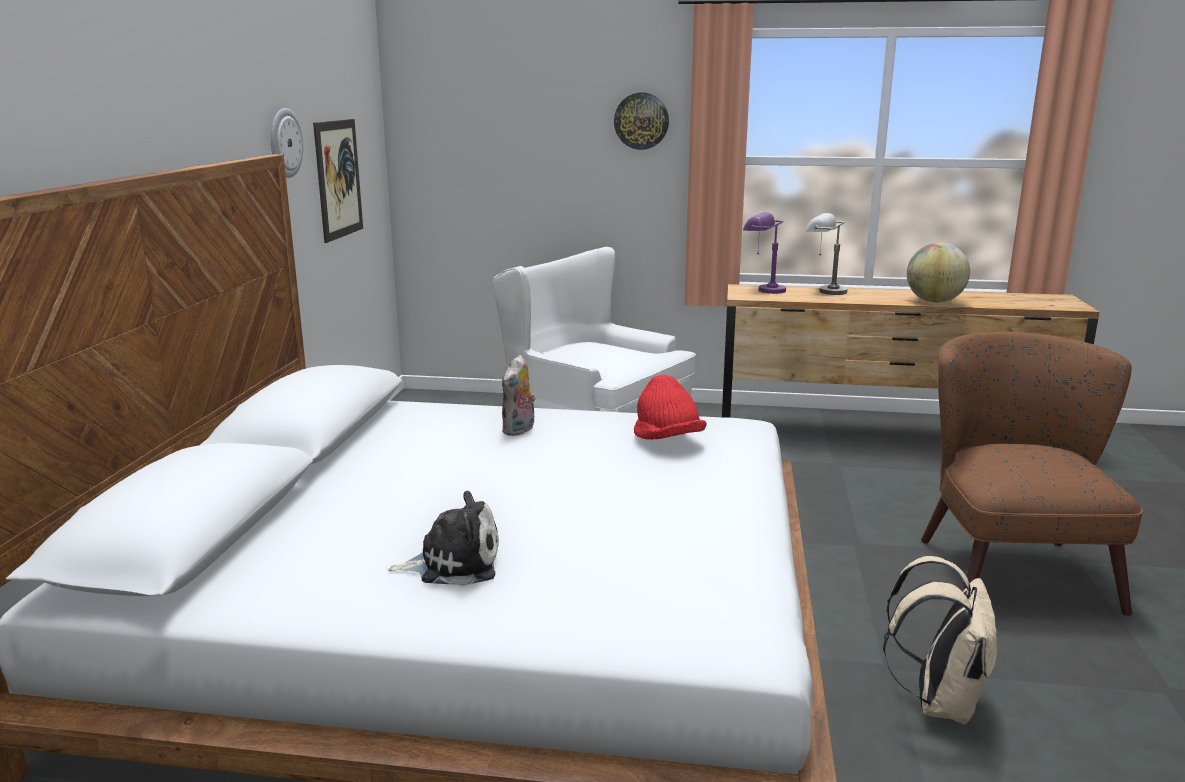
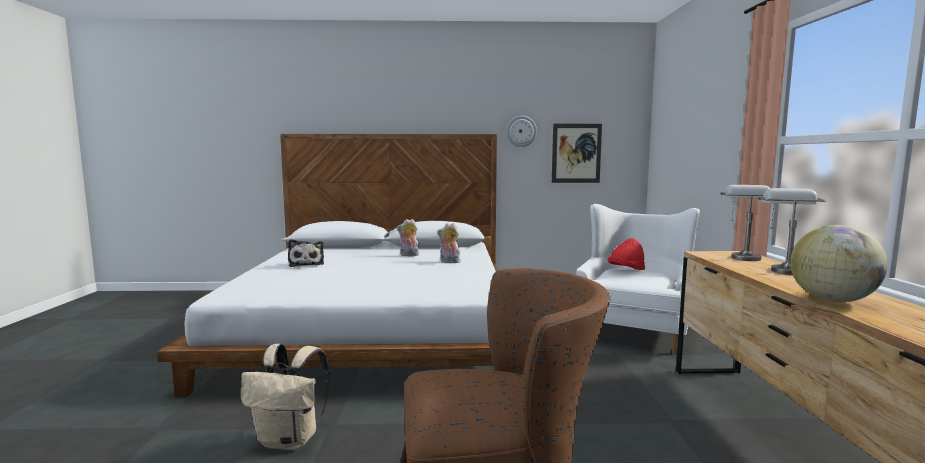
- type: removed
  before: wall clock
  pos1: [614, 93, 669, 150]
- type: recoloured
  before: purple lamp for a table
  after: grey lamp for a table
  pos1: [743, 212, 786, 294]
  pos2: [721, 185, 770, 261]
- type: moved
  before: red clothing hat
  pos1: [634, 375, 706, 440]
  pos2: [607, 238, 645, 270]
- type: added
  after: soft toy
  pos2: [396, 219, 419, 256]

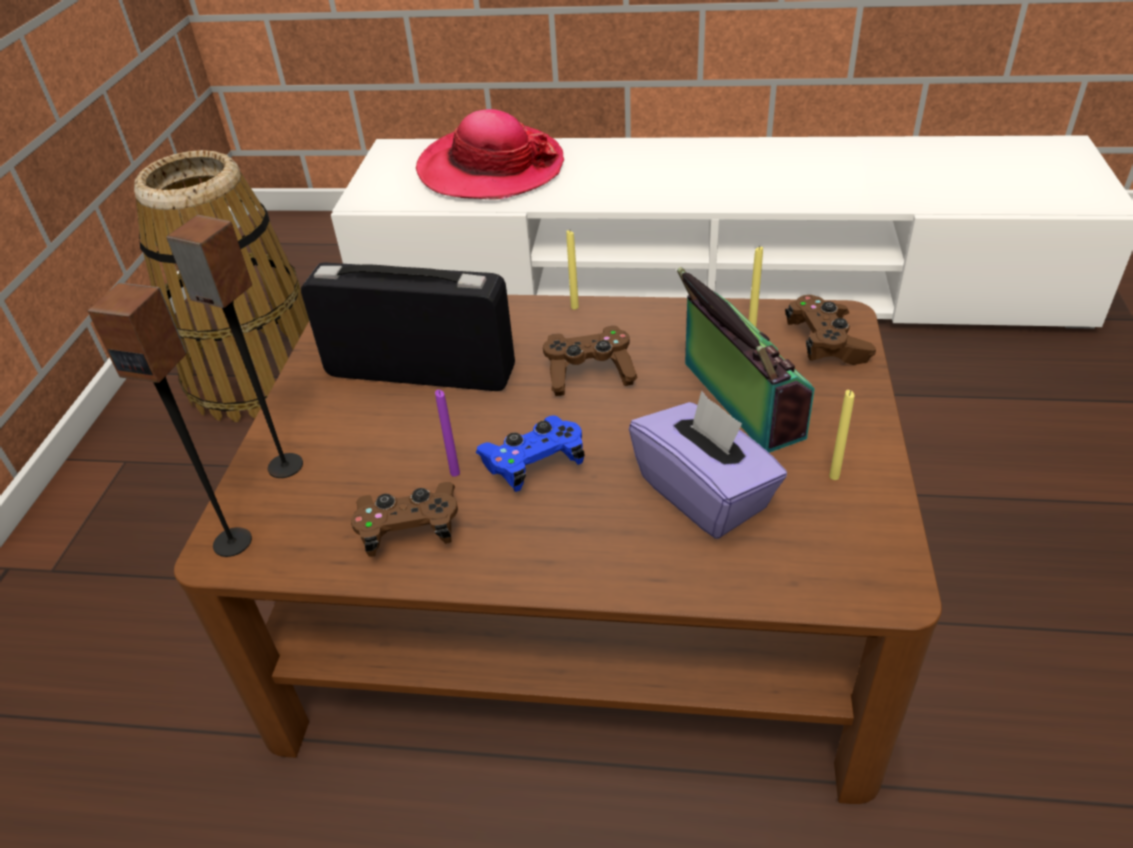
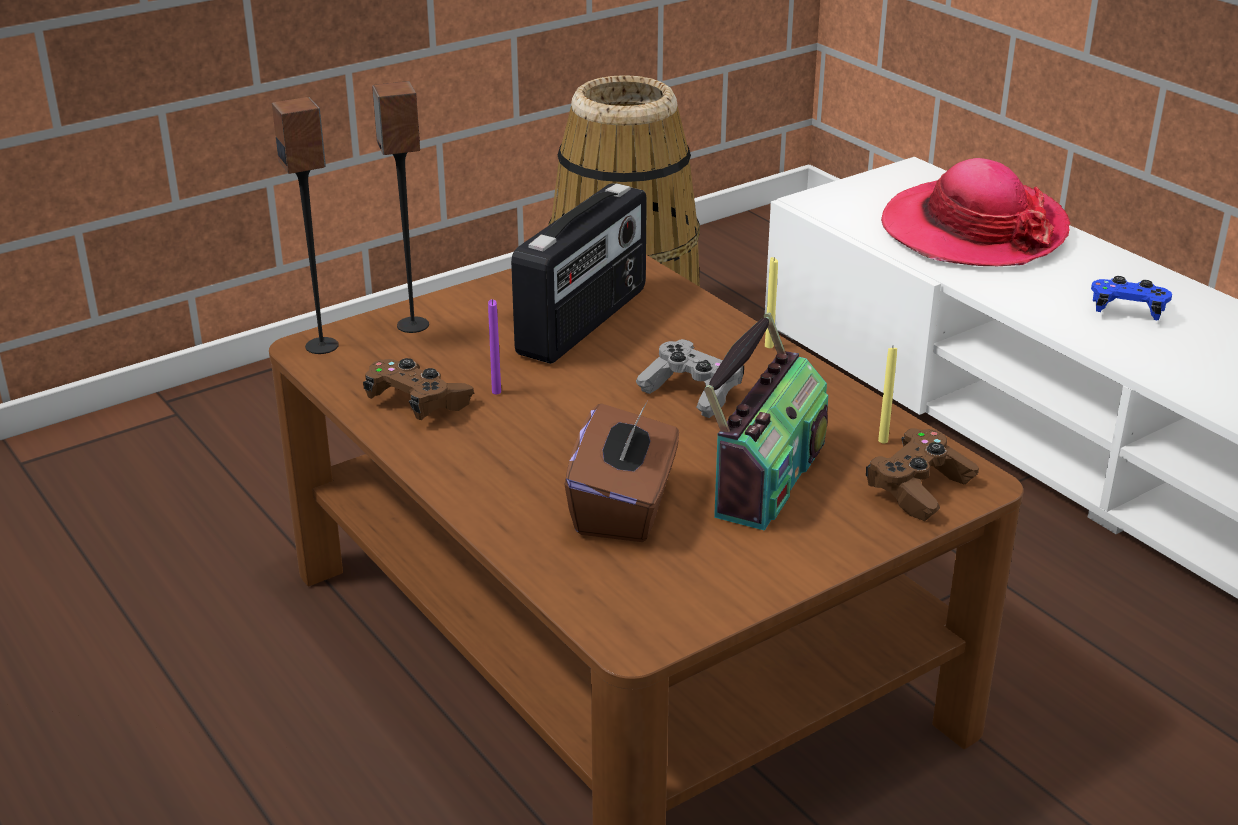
- type: turned
  before: radio set
  pos1: [301, 262, 515, 391]
  pos2: [511, 183, 647, 364]
  turn: 60
- type: recoloured
  before: brownish game controller
  after: grey game controller
  pos1: [543, 326, 638, 396]
  pos2: [636, 339, 744, 418]
- type: removed
  before: yellow wax light
  pos1: [829, 390, 855, 480]
- type: recoloured
  before: purple box of tissues
  after: brownish box of tissues
  pos1: [629, 391, 787, 539]
  pos2: [564, 401, 679, 542]
- type: moved
  before: bluish game controller
  pos1: [476, 415, 585, 492]
  pos2: [1091, 276, 1172, 320]

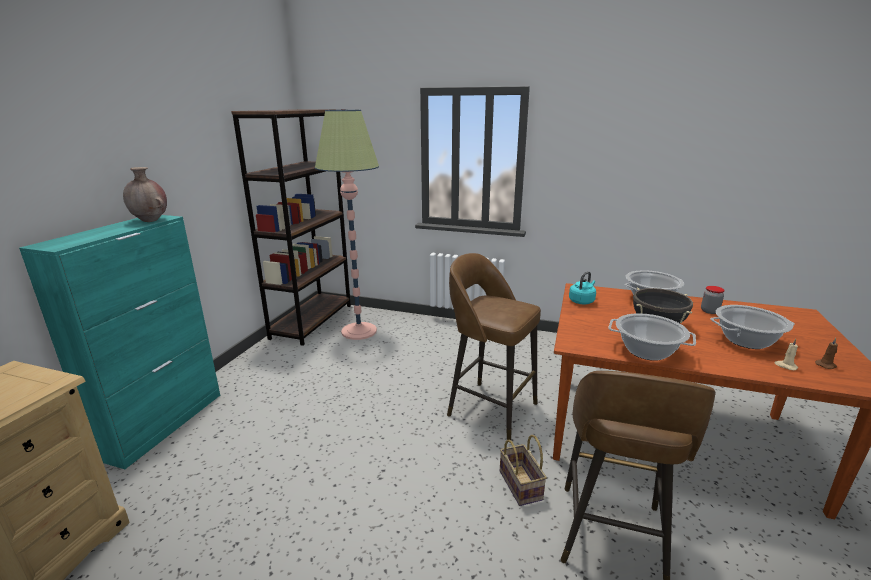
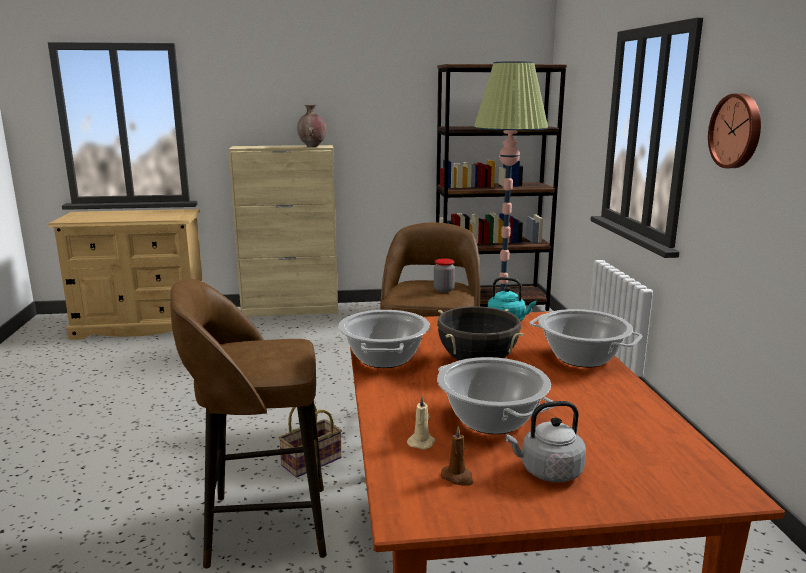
- type: recoloured
  before: blue-green cabinet
  after: beige cabinet
  pos1: [19, 215, 220, 469]
  pos2: [228, 145, 338, 317]
- type: moved
  before: preserve jar
  pos1: [701, 286, 725, 314]
  pos2: [434, 259, 455, 292]
- type: added
  after: wall clock
  pos2: [708, 94, 761, 168]
- type: added
  after: grey tea kettle
  pos2: [505, 401, 586, 482]

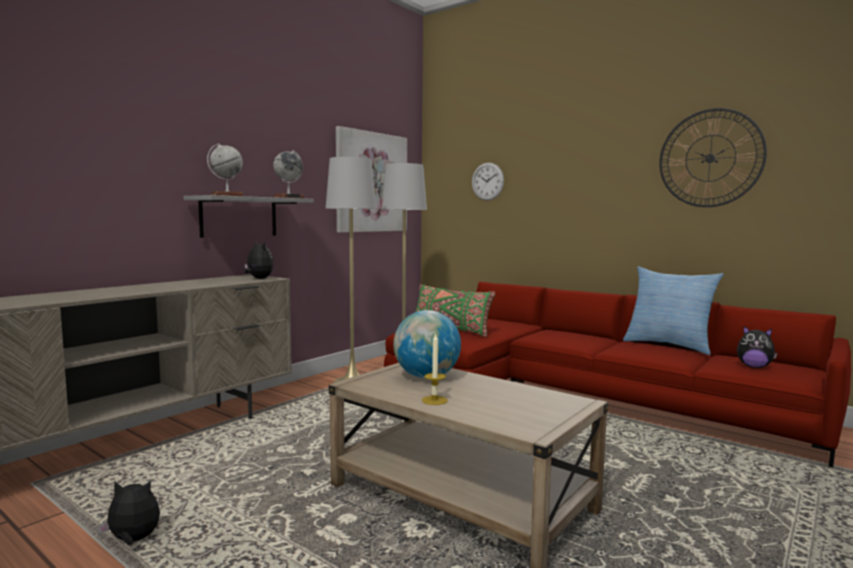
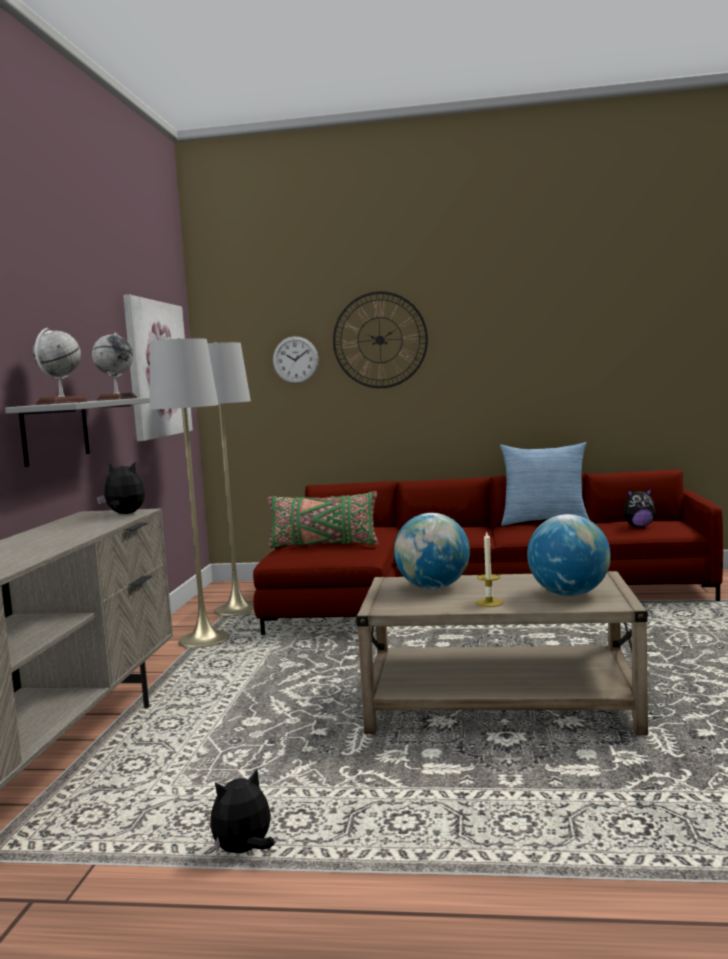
- type: moved
  before: wall clock
  pos1: [659, 108, 767, 207]
  pos2: [333, 291, 428, 388]
- type: added
  after: globe
  pos2: [527, 514, 611, 596]

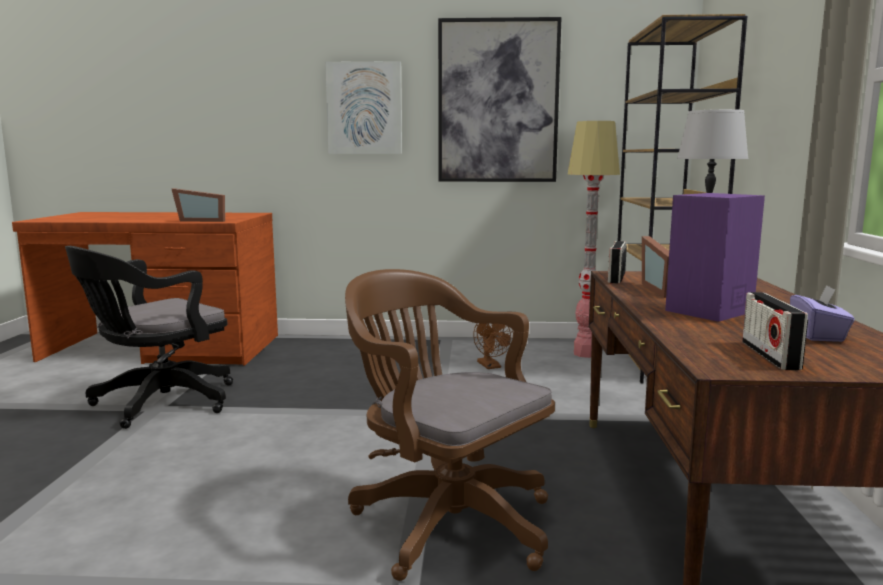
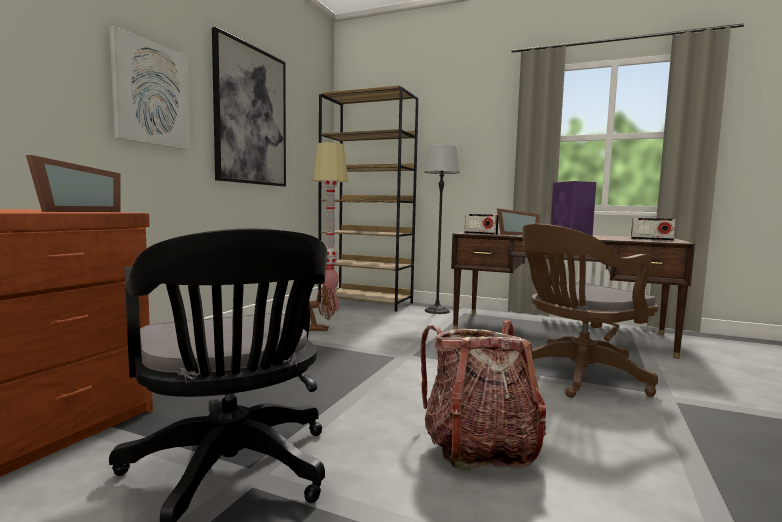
- type: removed
  before: purple box of tissues
  pos1: [790, 285, 855, 342]
- type: added
  after: backpack
  pos2: [421, 320, 546, 471]

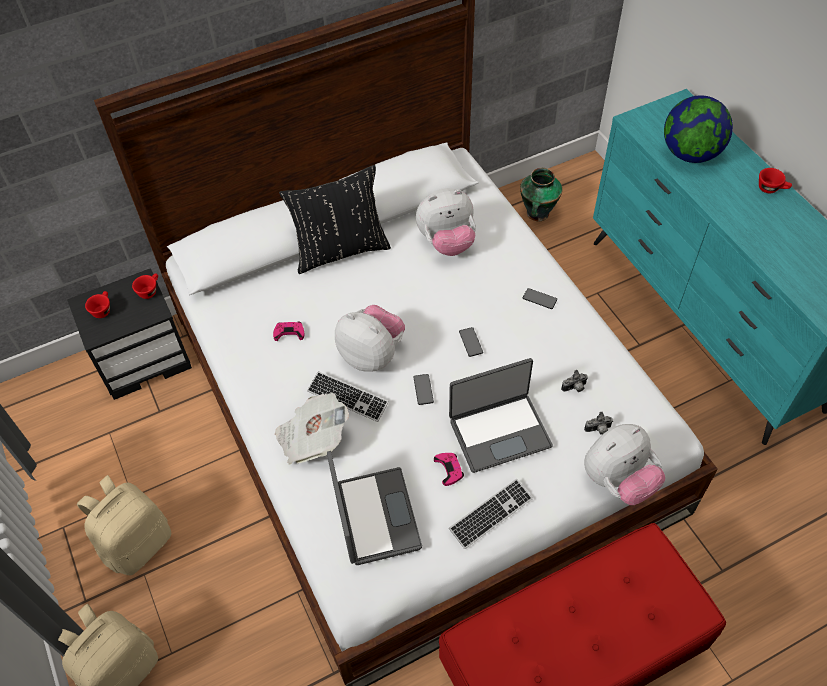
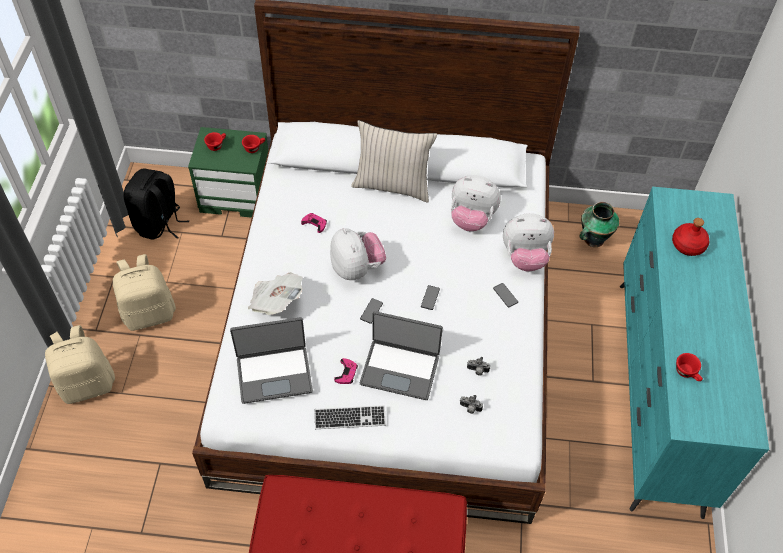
- type: replaced
  before: globe
  after: red beverage bottle
  pos1: [664, 95, 733, 163]
  pos2: [672, 218, 709, 256]
- type: recoloured
  before: black-coloured pillow
  after: beige pillow
  pos1: [279, 165, 391, 274]
  pos2: [351, 120, 437, 202]
- type: moved
  before: red drinking cup
  pos1: [759, 168, 792, 193]
  pos2: [676, 353, 703, 381]
- type: recoloured
  before: black-coloured nightstand
  after: green nightstand
  pos1: [67, 268, 192, 400]
  pos2: [188, 127, 268, 218]
- type: removed
  before: keyboard
  pos1: [307, 371, 389, 422]
- type: moved
  before: soft toy
  pos1: [584, 424, 666, 505]
  pos2: [503, 213, 554, 272]
- type: turned
  before: portable computer
  pos1: [327, 451, 422, 565]
  pos2: [230, 317, 313, 404]
  turn: 60
- type: added
  after: black-coloured backpack
  pos2: [123, 168, 189, 239]

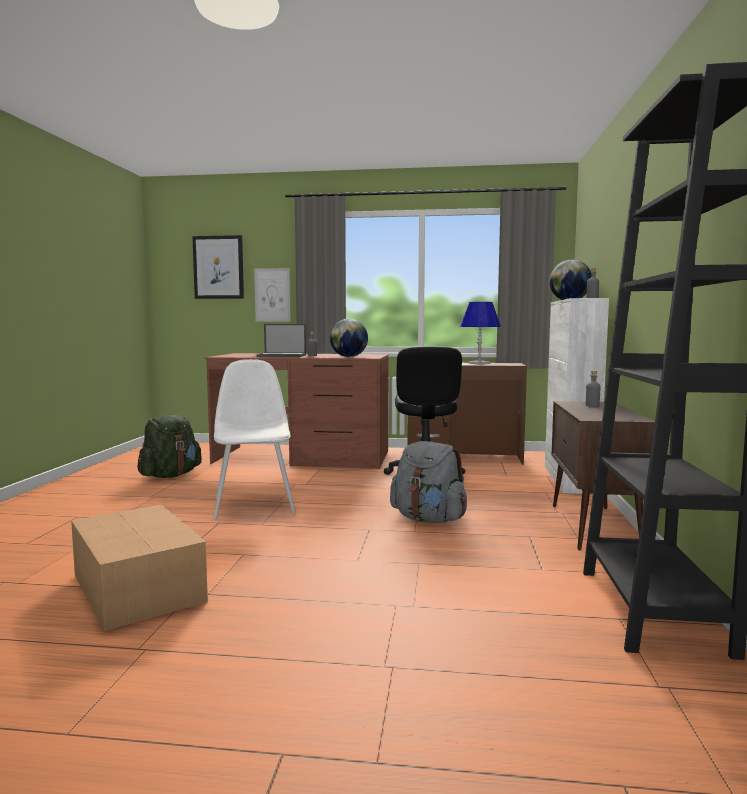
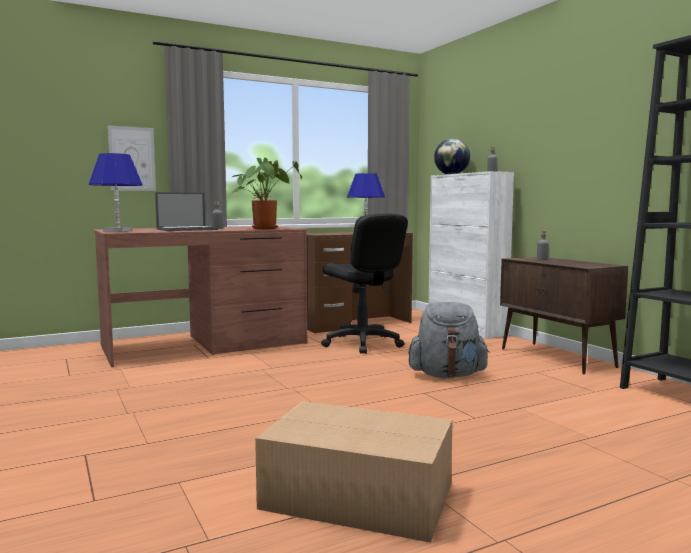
- type: removed
  before: wall picture
  pos1: [192, 235, 244, 299]
- type: replaced
  before: globe
  after: plant in a pot
  pos1: [330, 319, 368, 357]
  pos2: [231, 158, 302, 229]
- type: removed
  before: white-coloured chair
  pos1: [213, 359, 296, 519]
- type: removed
  before: green backpack
  pos1: [137, 415, 202, 478]
- type: added
  after: bluish lamp for a table
  pos2: [89, 153, 143, 232]

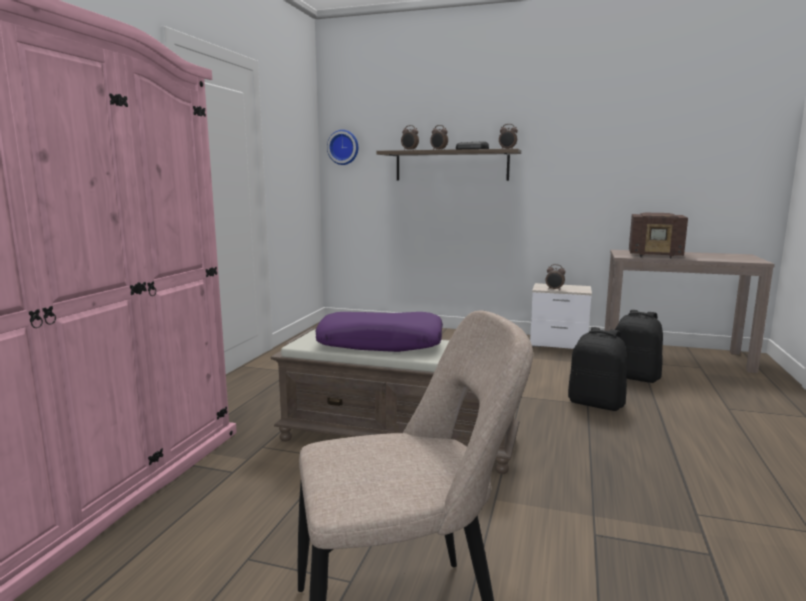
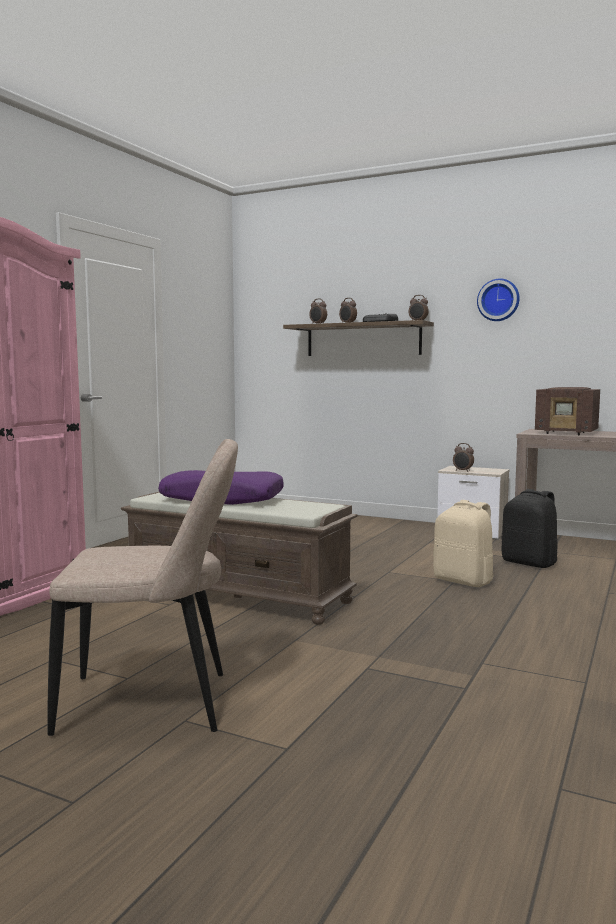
- type: moved
  before: wall clock
  pos1: [327, 130, 358, 165]
  pos2: [477, 278, 520, 321]
- type: recoloured
  before: black-coloured backpack
  after: beige backpack
  pos1: [568, 327, 627, 411]
  pos2: [433, 500, 494, 587]

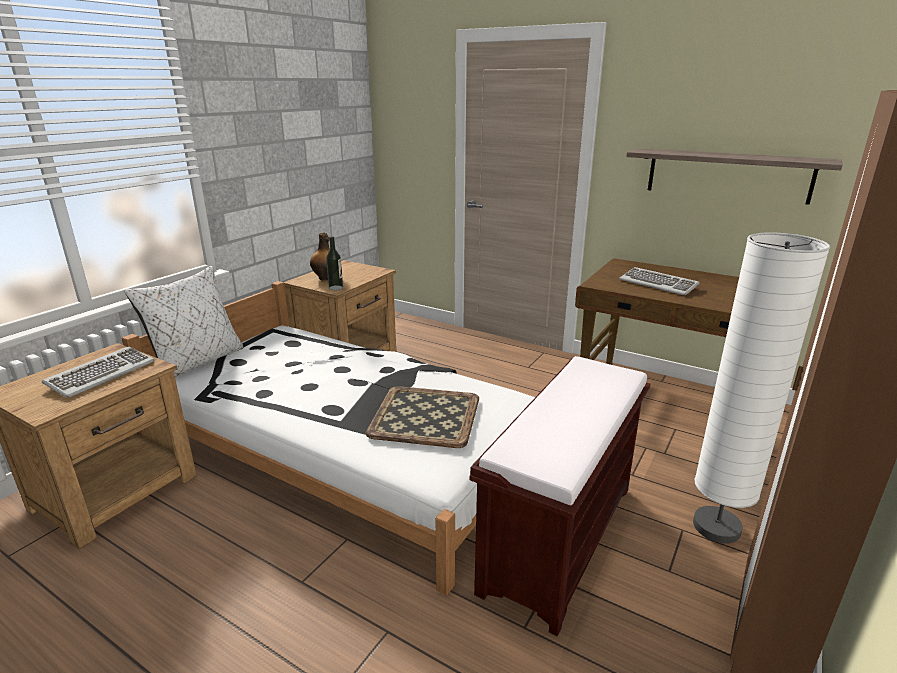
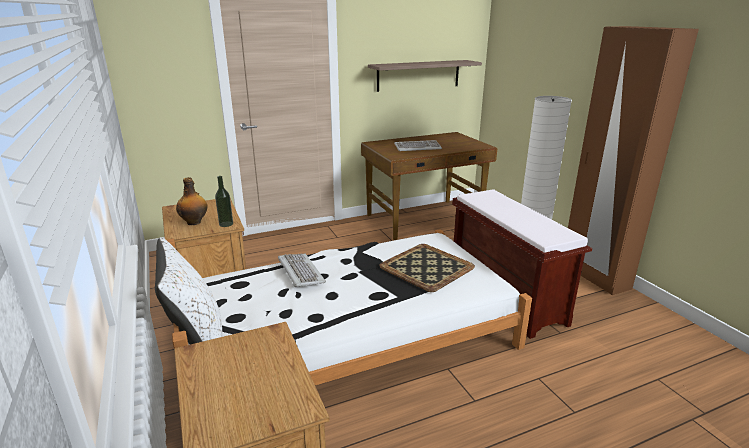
- type: moved
  before: keyboard
  pos1: [42, 346, 155, 398]
  pos2: [278, 253, 326, 287]

